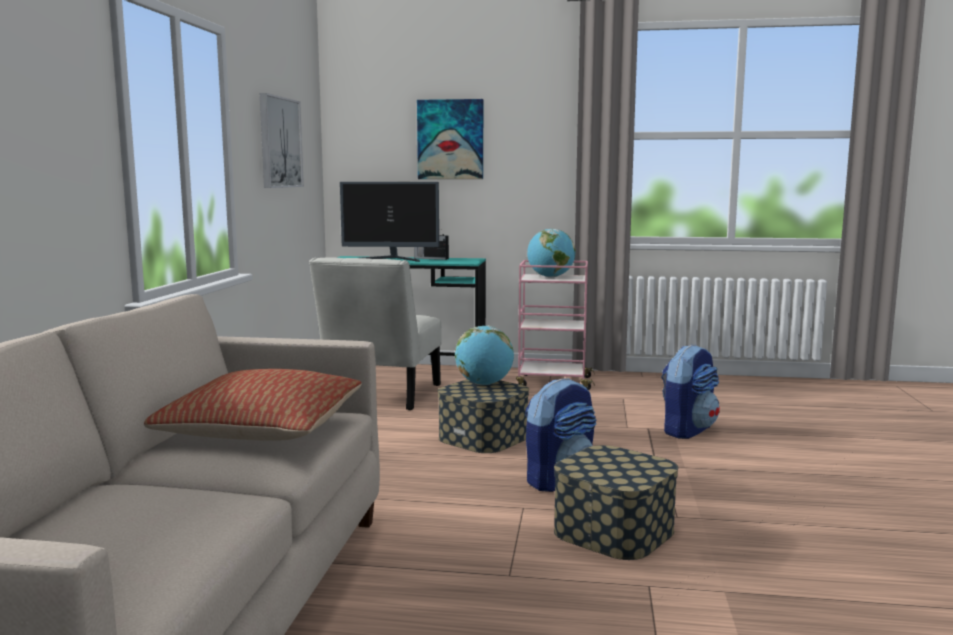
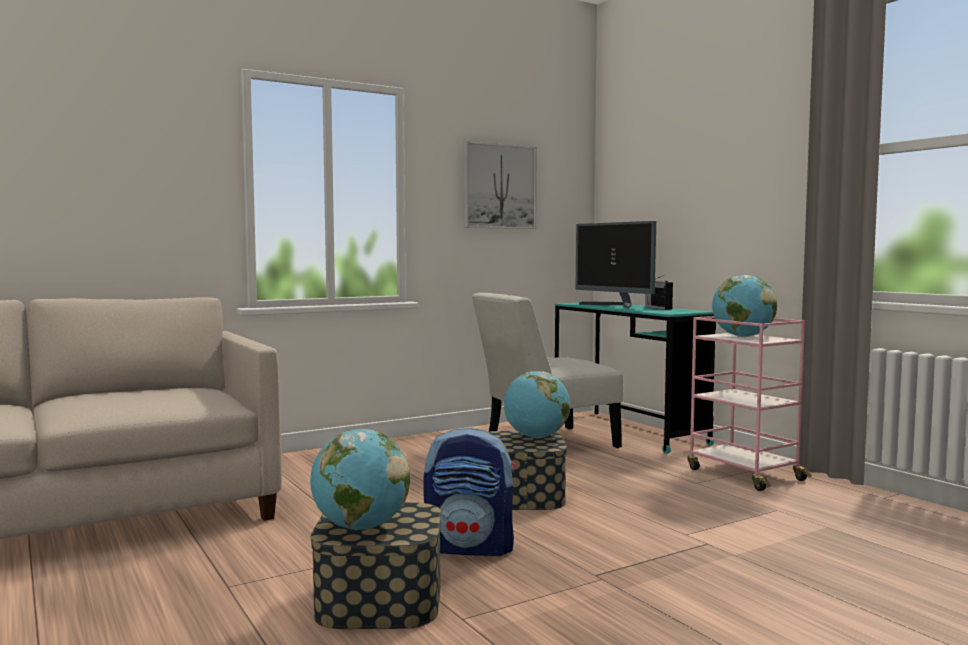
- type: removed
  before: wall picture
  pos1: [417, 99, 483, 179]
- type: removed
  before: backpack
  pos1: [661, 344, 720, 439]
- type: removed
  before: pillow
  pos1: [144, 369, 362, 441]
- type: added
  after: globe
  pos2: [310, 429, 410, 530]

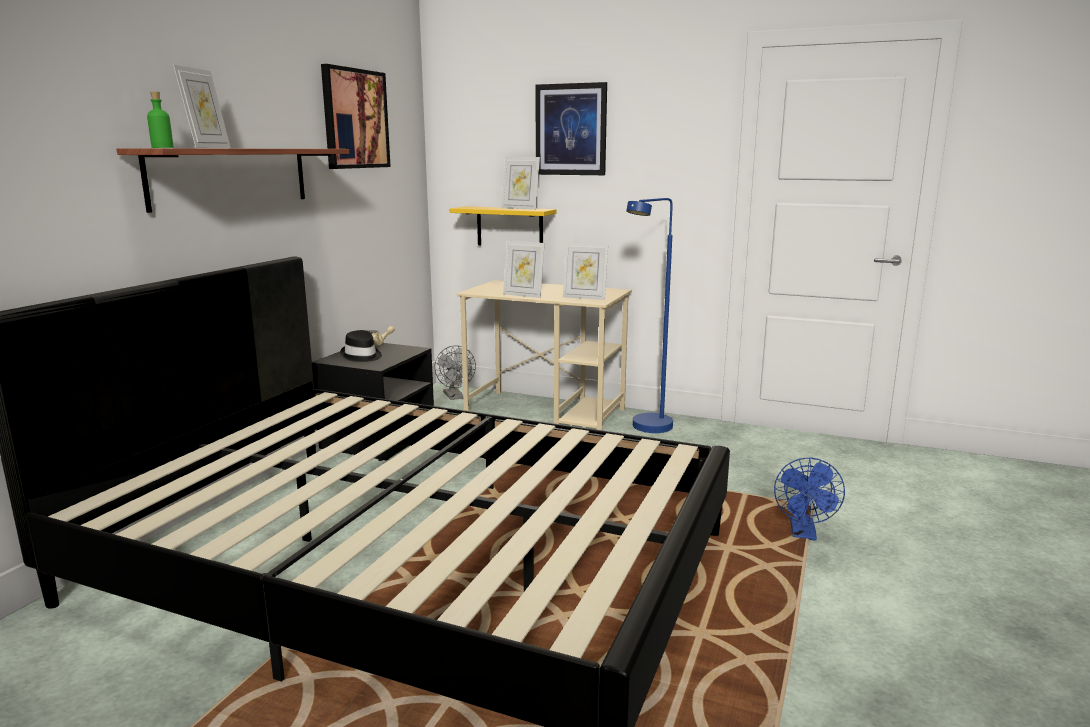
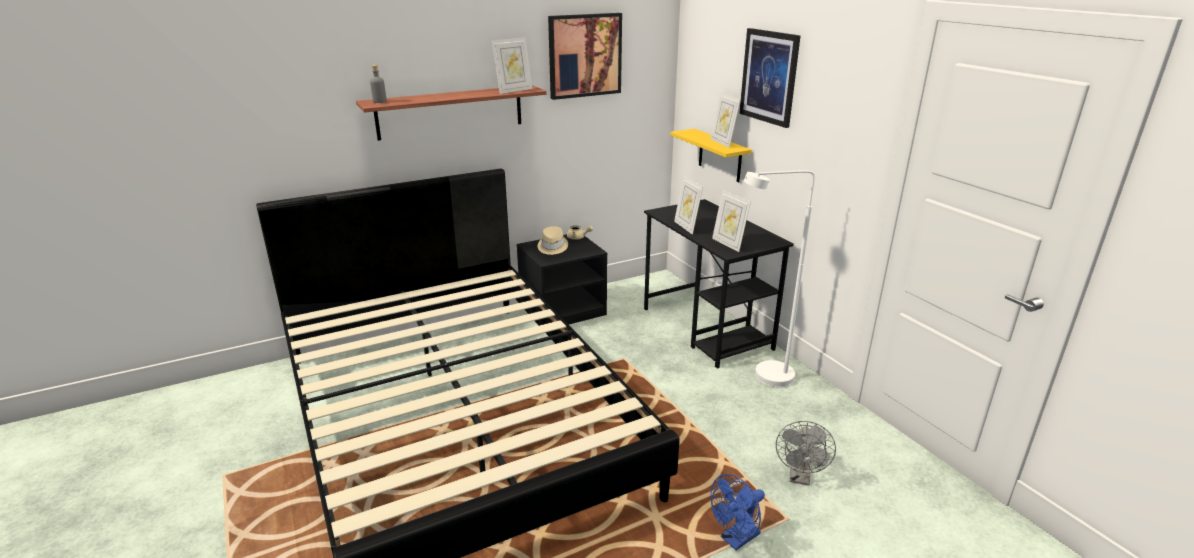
- type: moved
  before: picture frame
  pos1: [173, 65, 231, 148]
  pos2: [492, 37, 532, 94]
- type: recoloured
  before: green beverage bottle
  after: grey beverage bottle
  pos1: [147, 91, 174, 148]
  pos2: [370, 65, 387, 103]
- type: recoloured
  before: bluish standing lamp
  after: white-coloured standing lamp
  pos1: [626, 198, 673, 433]
  pos2: [744, 170, 815, 387]
- type: recoloured
  before: beige desk
  after: black-coloured desk
  pos1: [456, 280, 632, 430]
  pos2: [644, 199, 794, 369]
- type: recoloured
  before: black-coloured clothing hat
  after: beige clothing hat
  pos1: [340, 330, 382, 362]
  pos2: [538, 226, 568, 255]
- type: moved
  before: grey fan
  pos1: [435, 345, 476, 400]
  pos2: [776, 421, 836, 486]

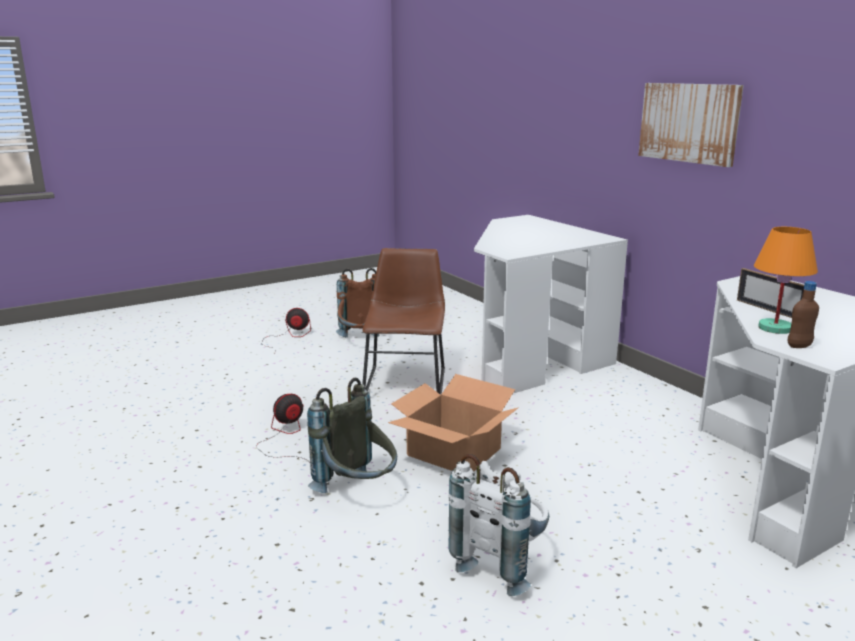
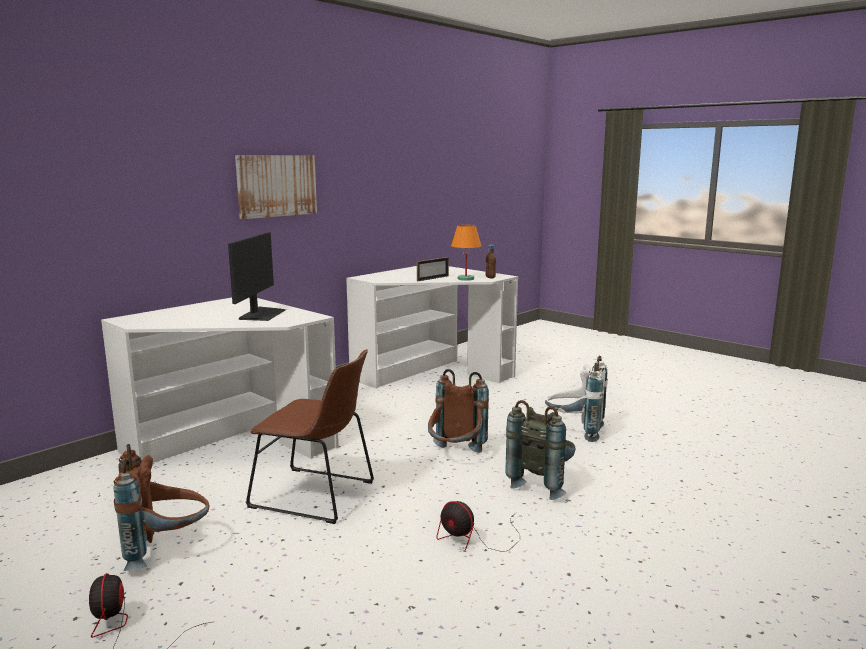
- type: turned
  before: brownish chair
  pos1: [362, 248, 445, 395]
  pos2: [246, 349, 374, 524]
  turn: -150
- type: replaced
  before: carton
  after: brownish backpack
  pos1: [388, 374, 519, 471]
  pos2: [428, 369, 489, 453]
- type: added
  after: computer display
  pos2: [228, 232, 286, 321]

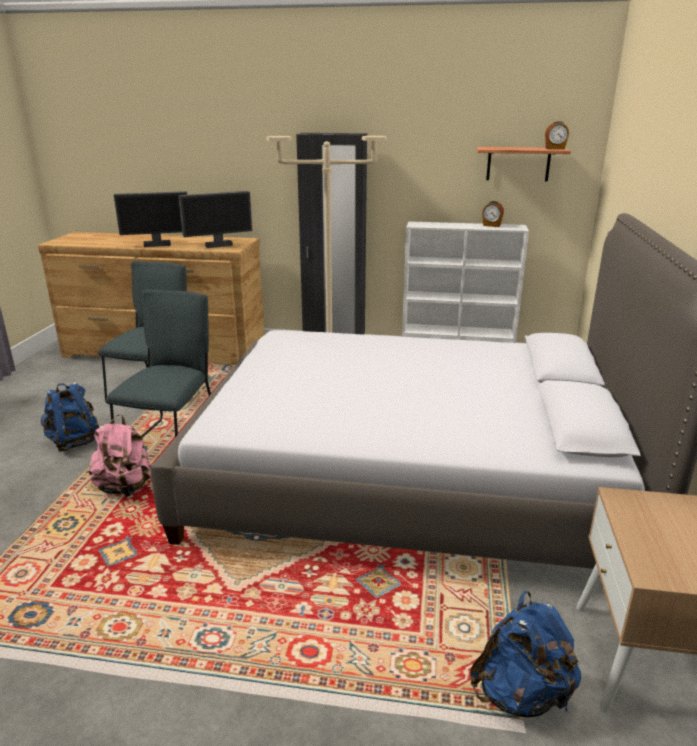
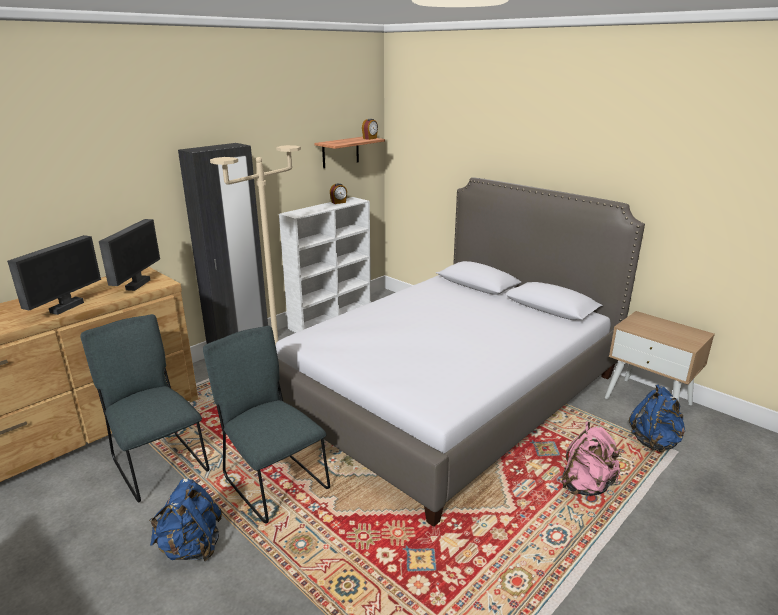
- type: moved
  before: pink-coloured backpack
  pos1: [89, 414, 151, 497]
  pos2: [562, 421, 622, 496]

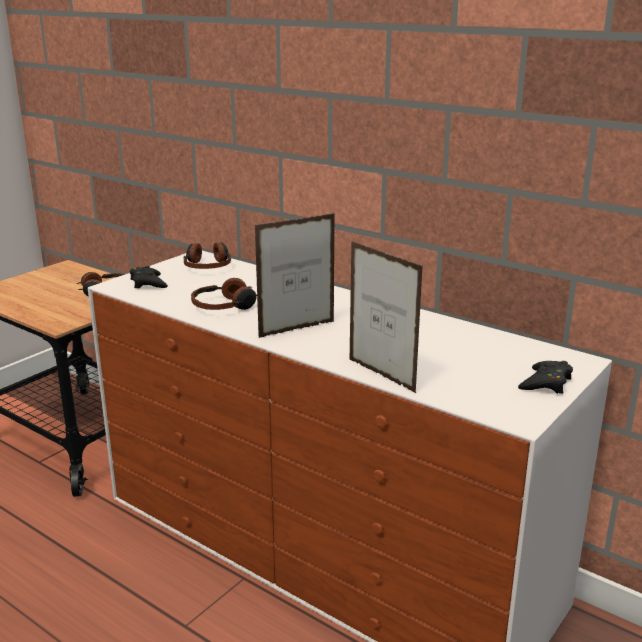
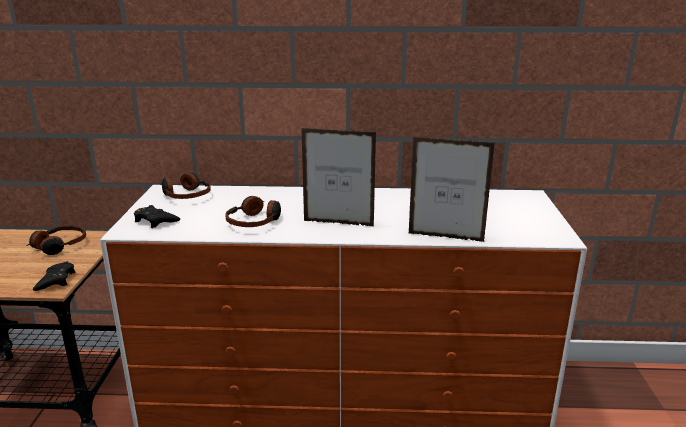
- type: turned
  before: picture frame
  pos1: [255, 213, 335, 338]
  pos2: [301, 128, 376, 226]
  turn: 75
- type: moved
  before: black-coloured game controller
  pos1: [518, 361, 573, 394]
  pos2: [33, 261, 75, 291]

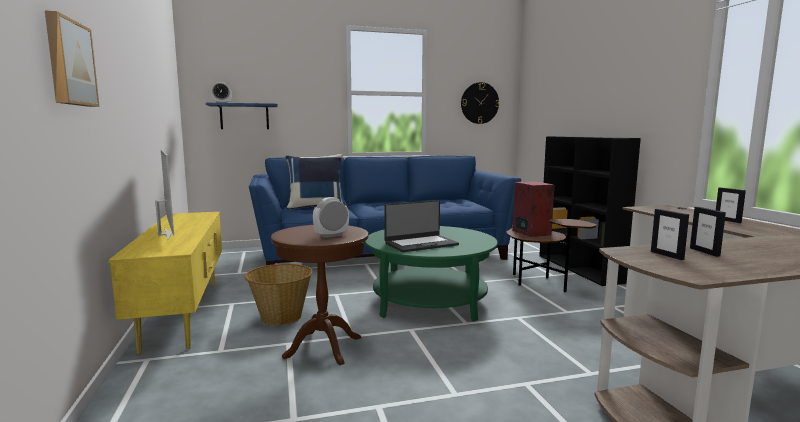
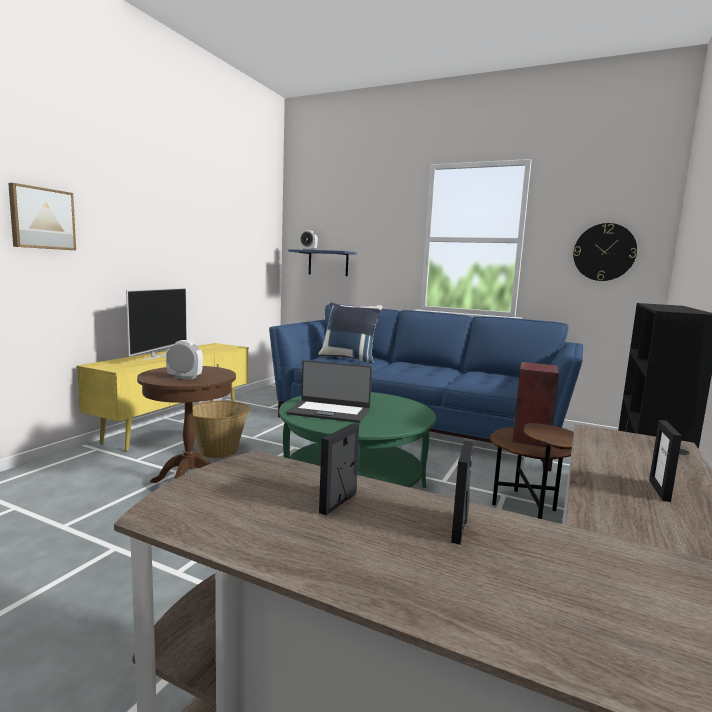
- type: moved
  before: picture frame
  pos1: [651, 209, 689, 260]
  pos2: [451, 440, 473, 545]

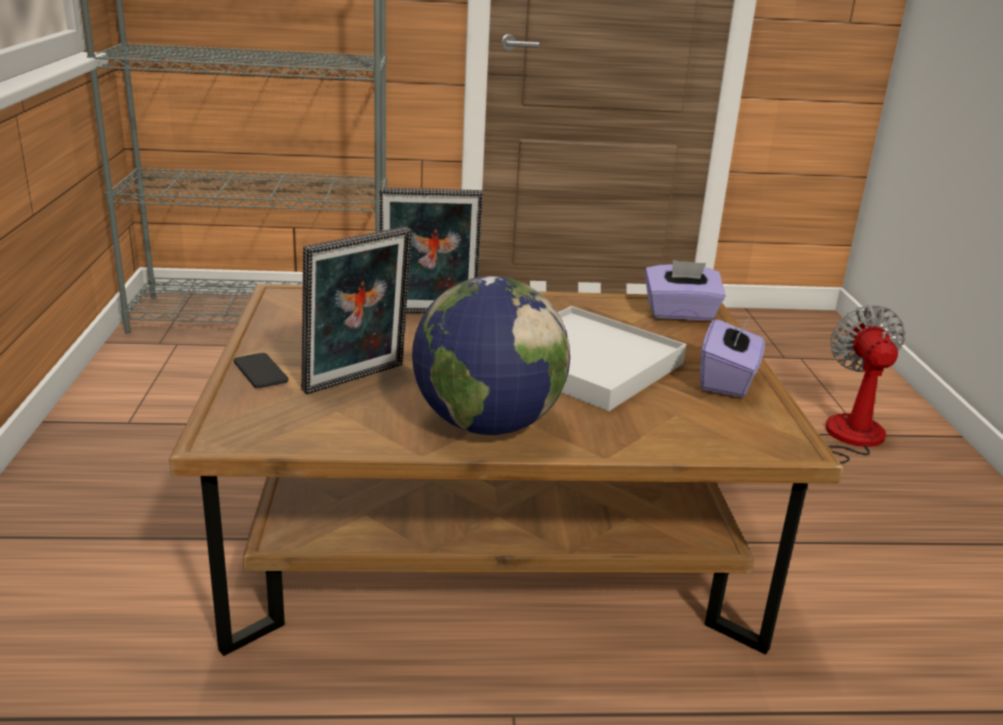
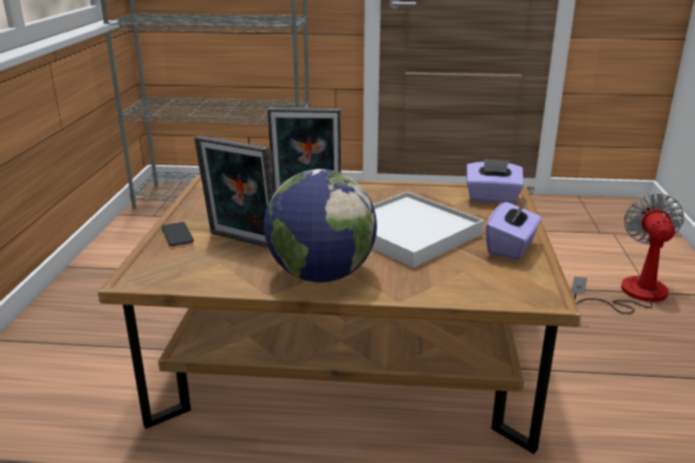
- type: turned
  before: picture frame
  pos1: [301, 226, 412, 394]
  pos2: [194, 135, 274, 247]
  turn: 60

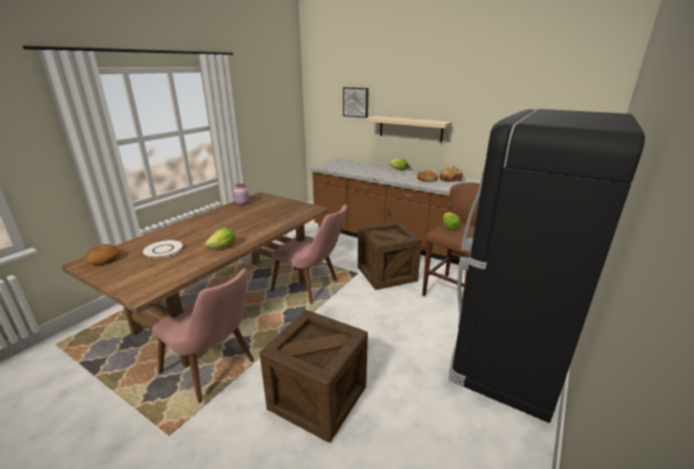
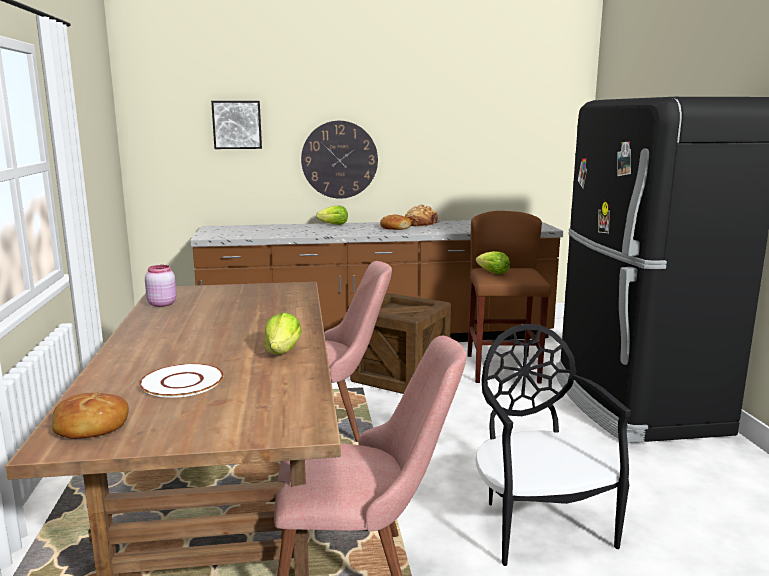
- type: replaced
  before: beige bracket shelf
  after: wall clock
  pos1: [366, 116, 452, 143]
  pos2: [301, 121, 378, 199]
- type: replaced
  before: crate
  after: black-coloured chair
  pos1: [259, 310, 368, 443]
  pos2: [475, 324, 631, 566]

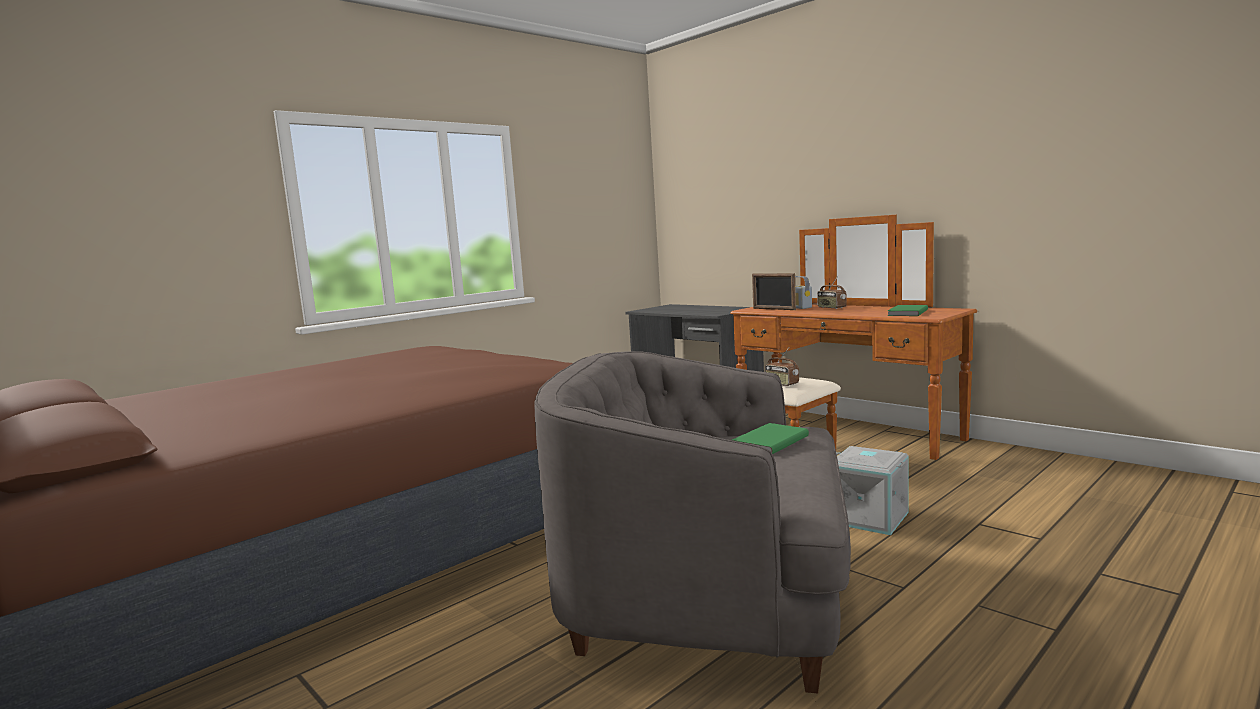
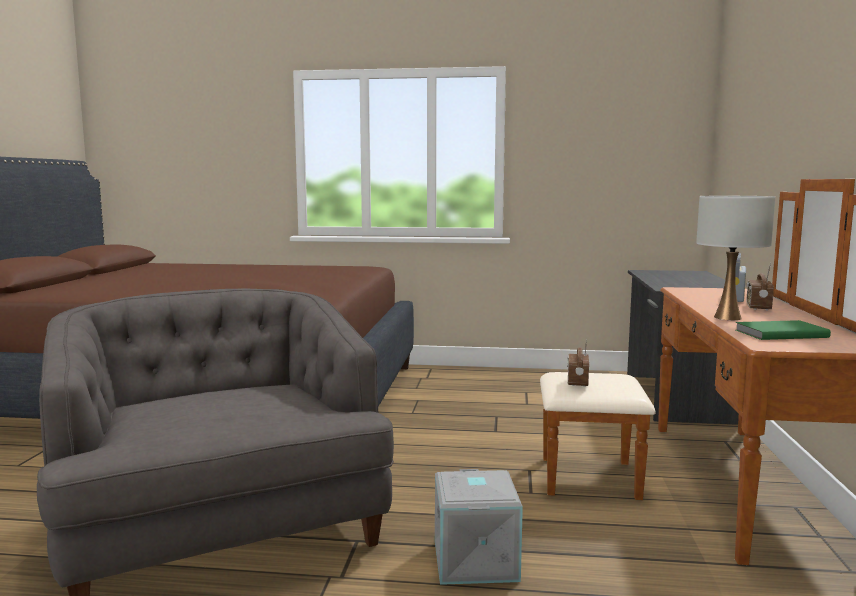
- type: removed
  before: picture frame
  pos1: [752, 273, 796, 310]
- type: removed
  before: green volume
  pos1: [732, 423, 809, 454]
- type: added
  after: white-coloured lamp for a table
  pos2: [696, 196, 775, 320]

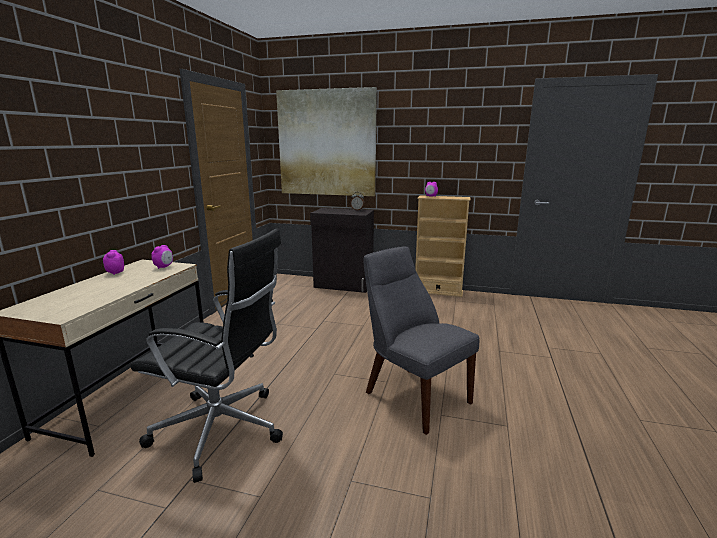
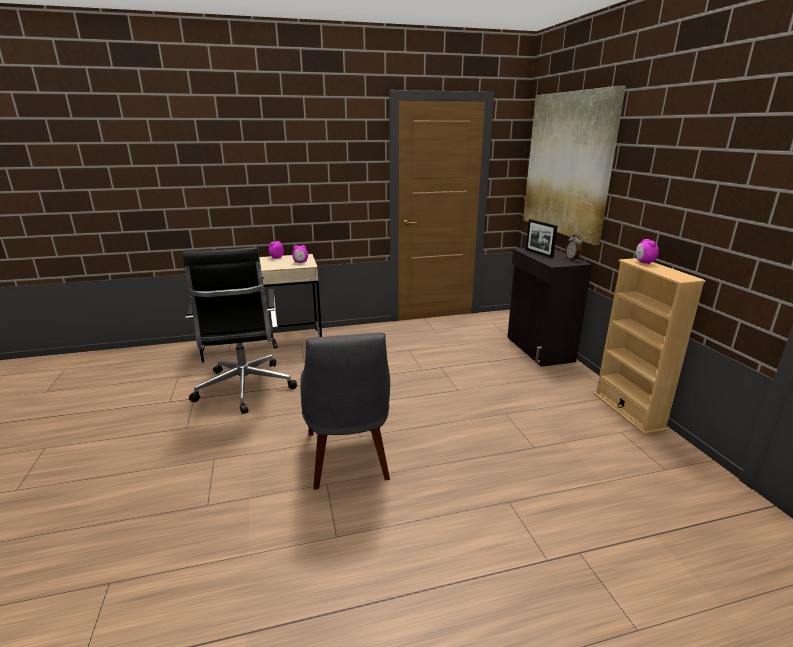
- type: turned
  before: grey chair
  pos1: [363, 246, 480, 435]
  pos2: [300, 333, 390, 489]
  turn: 150
- type: added
  after: picture frame
  pos2: [526, 219, 558, 258]

